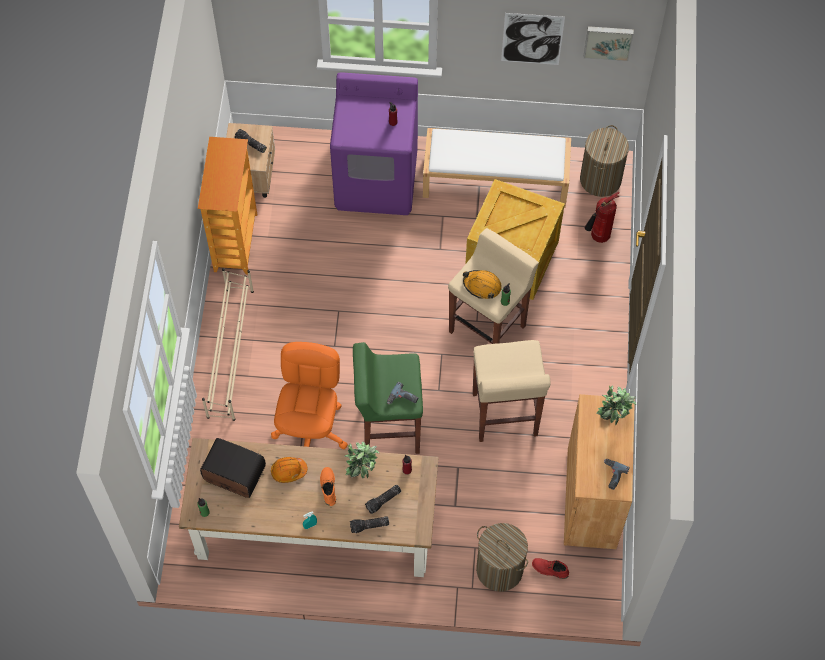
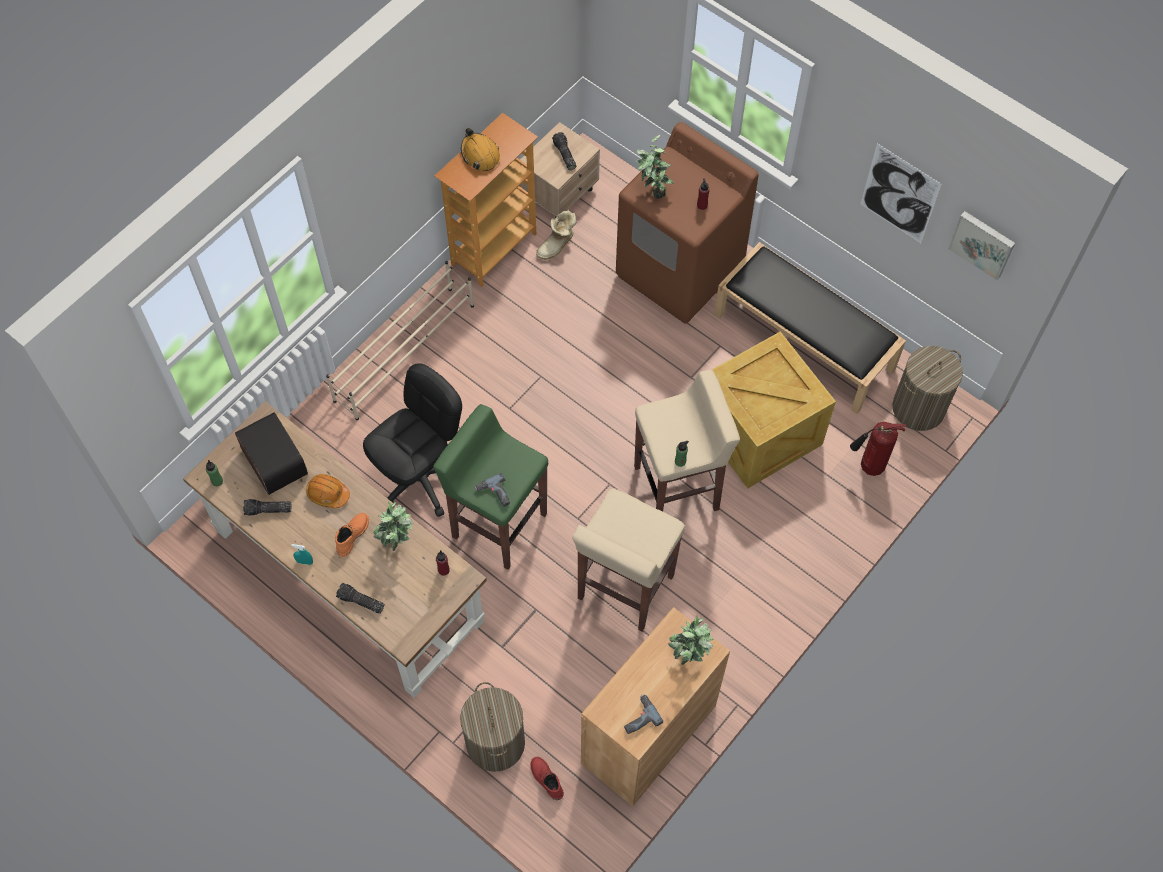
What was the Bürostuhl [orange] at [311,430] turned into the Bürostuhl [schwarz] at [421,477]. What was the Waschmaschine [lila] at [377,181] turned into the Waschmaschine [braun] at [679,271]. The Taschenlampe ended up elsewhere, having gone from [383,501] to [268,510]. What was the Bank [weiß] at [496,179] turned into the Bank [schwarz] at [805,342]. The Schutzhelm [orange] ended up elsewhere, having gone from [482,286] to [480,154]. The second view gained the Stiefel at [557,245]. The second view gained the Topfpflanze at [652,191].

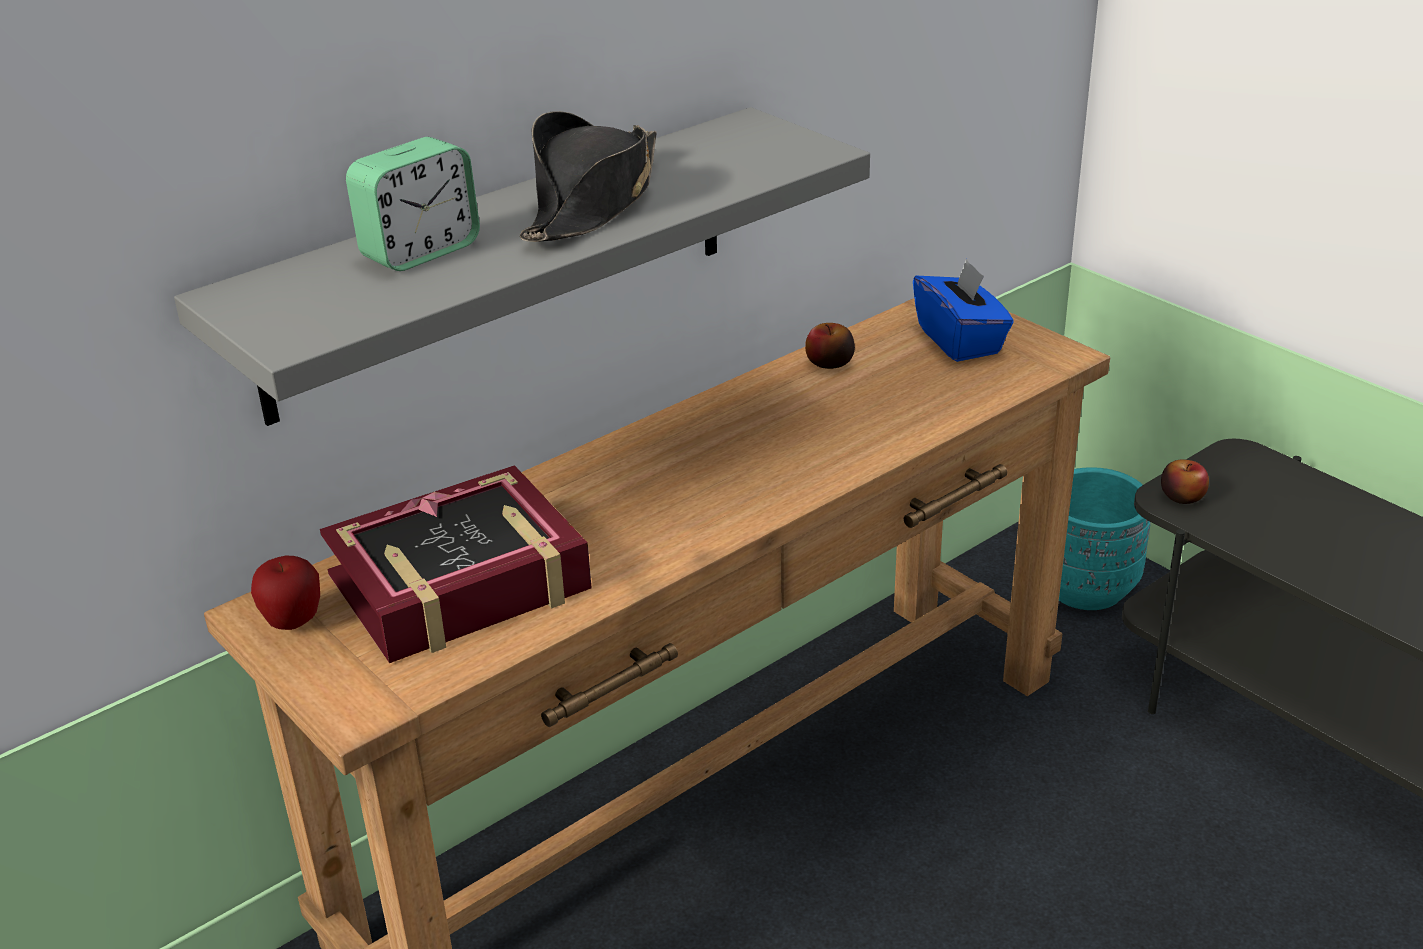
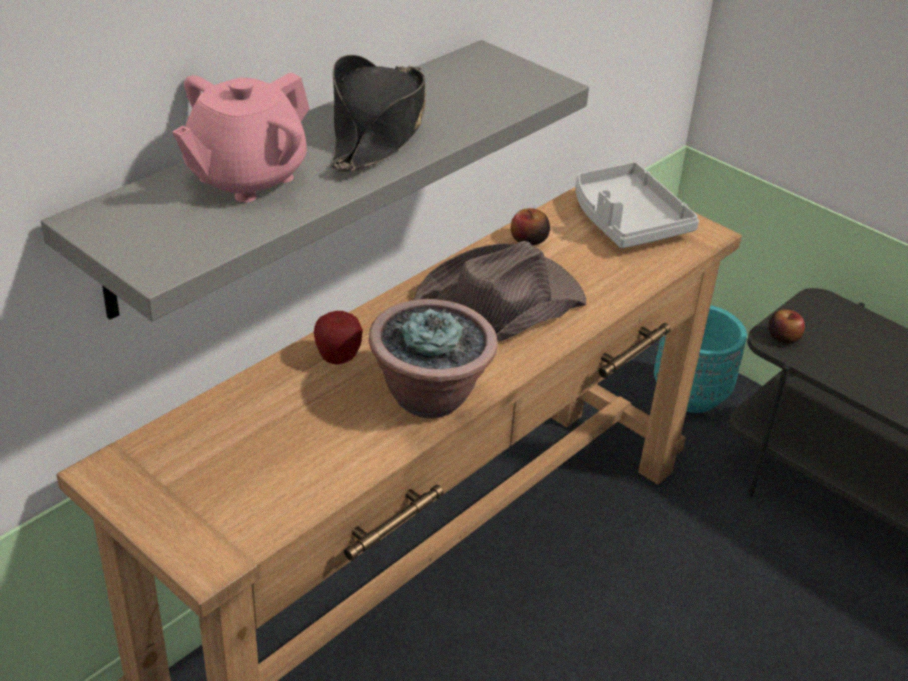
The Apfel ended up elsewhere, having gone from [293,622] to [338,359]. The second view lost the Buch at [460,584]. Where the Wecker stood at [420,252], the Teekanne [rosa] came to stand at [245,178]. Where the Taschentuchbox [blau] stood at [960,340], the Tablett [grau] came to stand at [626,220]. The second view gained the Topfpflanze at [430,396]. The second view gained the Hut [braun] at [498,305].

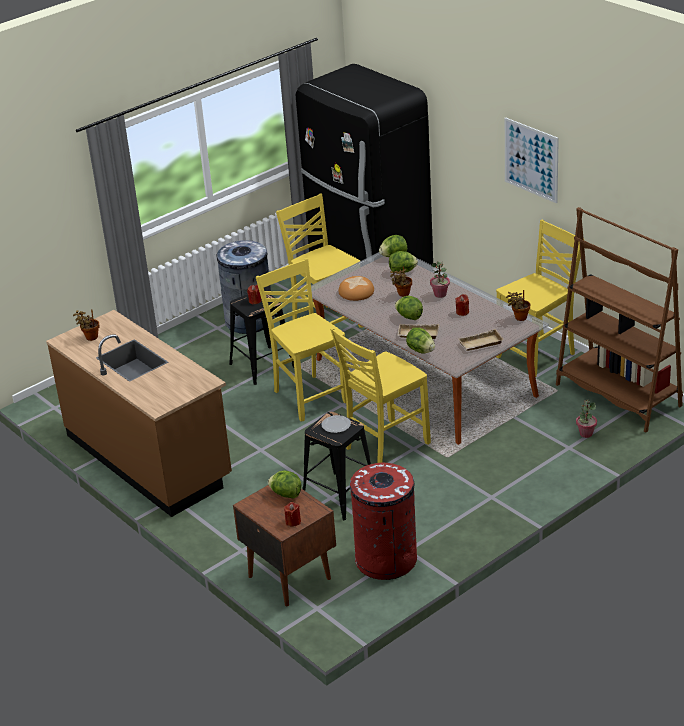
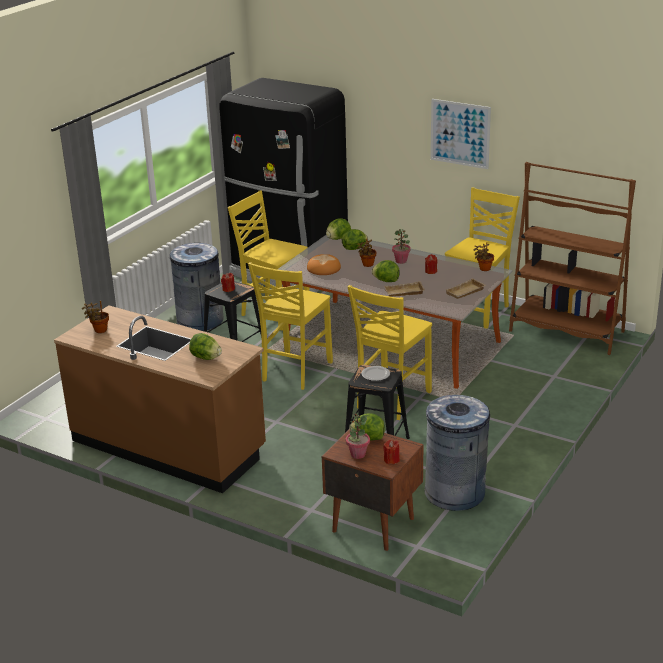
The Stuhl [gelb] at [309,396] ended up facing another way, 105 degrees counterclockwise from before. What was the Mülleimer [rot] at [386,559] turned into the Mülleimer [grau] at [455,492]. The Salatkopf ended up elsewhere, having gone from [421,351] to [205,358]. The Topfpflanze ended up elsewhere, having gone from [586,434] to [357,454].

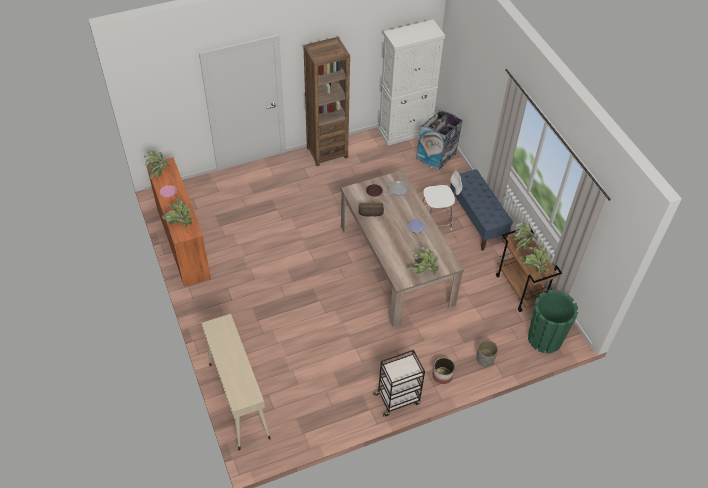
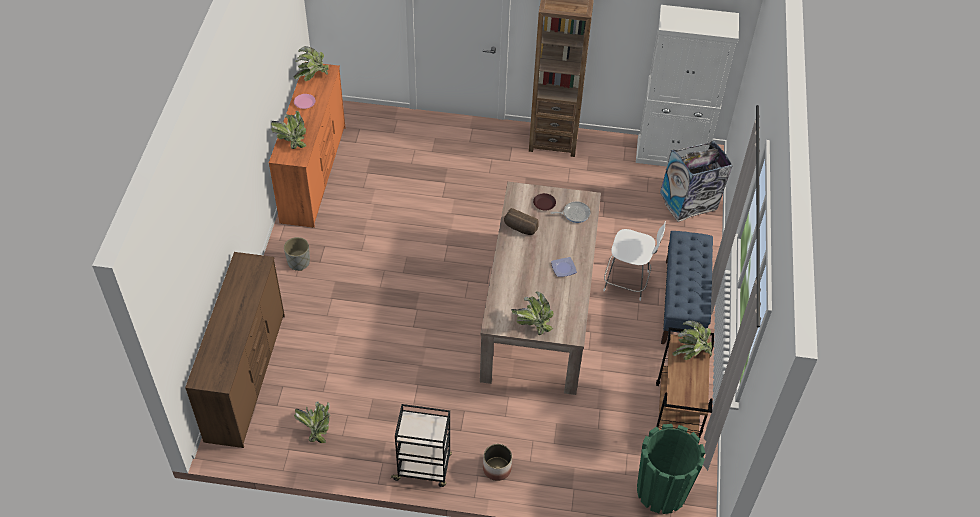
Where the Konsolentisch [beige] stood at [238,400], the Kommode [braun] came to stand at [247,376]. The Pflanzkübel [grau] ended up elsewhere, having gone from [485,359] to [299,262]. The Topfpflanze ended up elsewhere, having gone from [533,266] to [317,428].

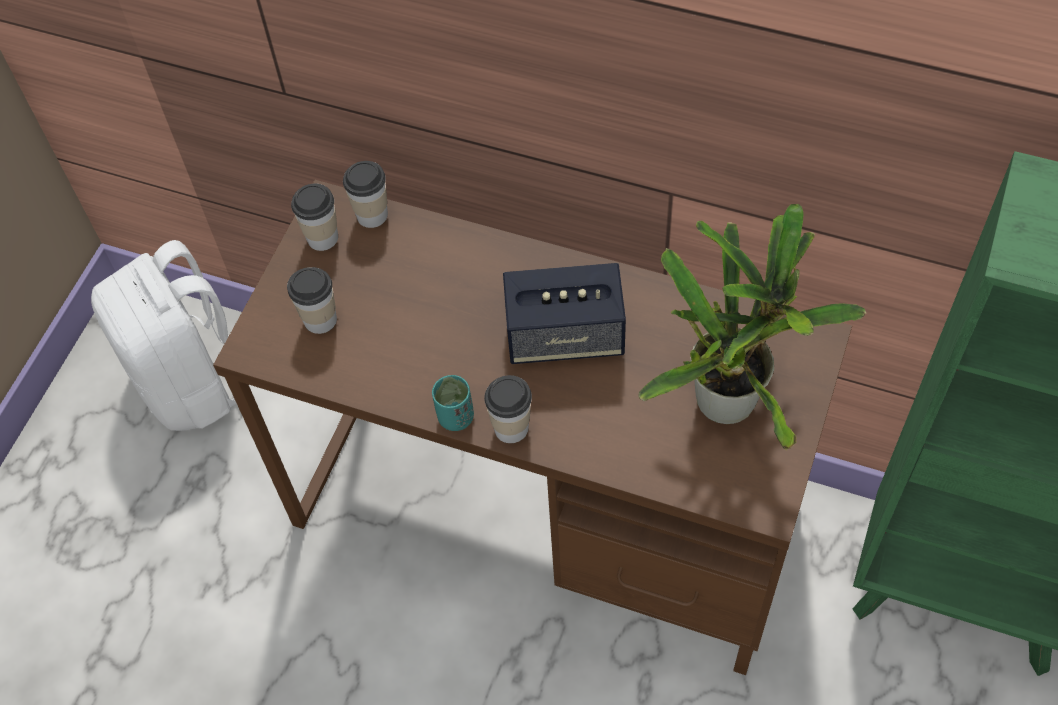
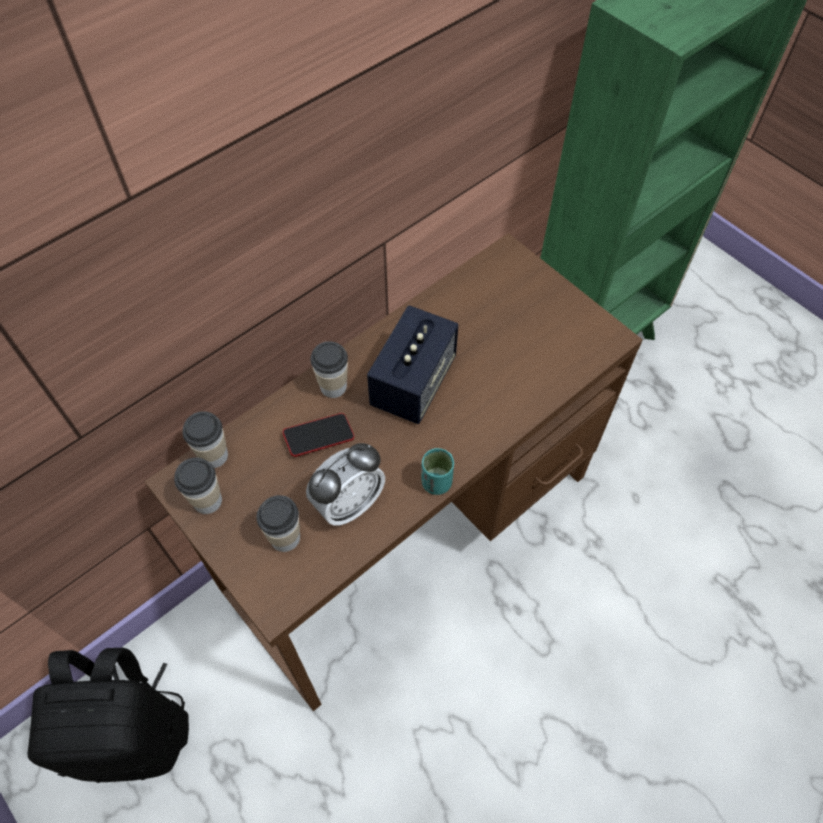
What was the Rucksack [weiß] at [194,380] turned into the Rucksack [schwarz] at [134,732]. The Tasse ended up elsewhere, having gone from [511,427] to [333,386]. The second view lost the Topfpflanze at [731,396]. The second view gained the Handy at [319,437]. The second view gained the Wecker at [348,504].

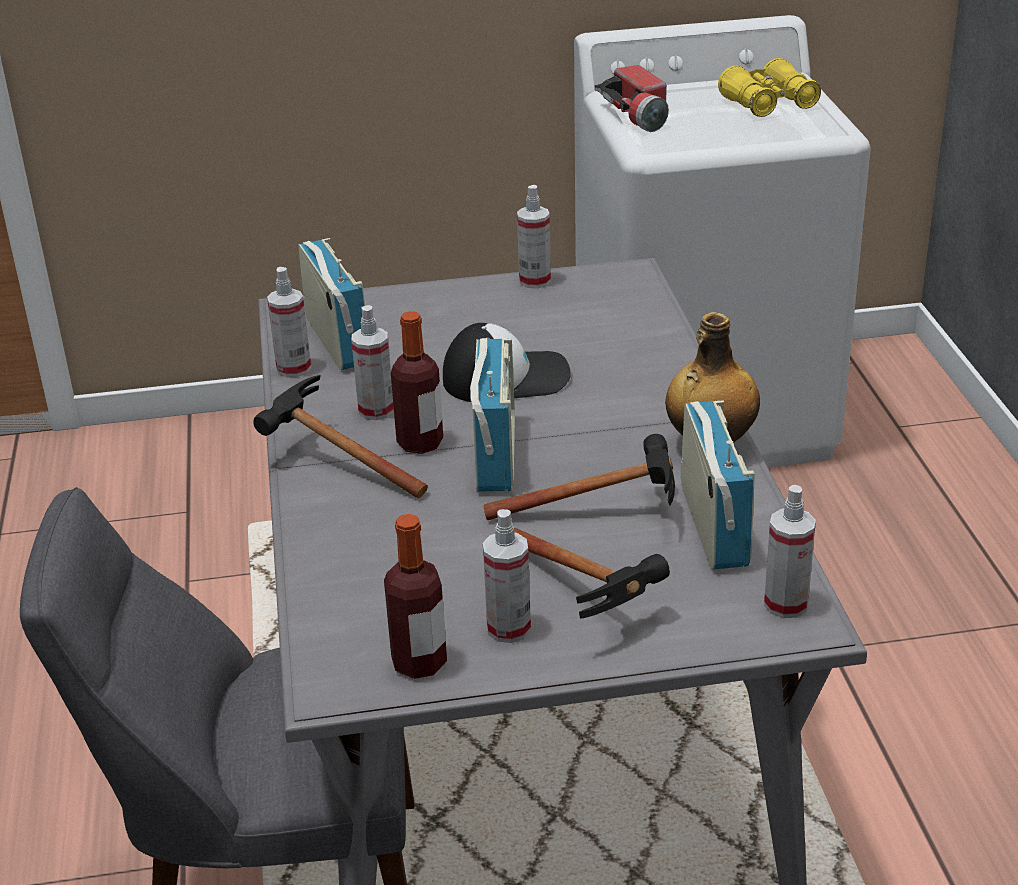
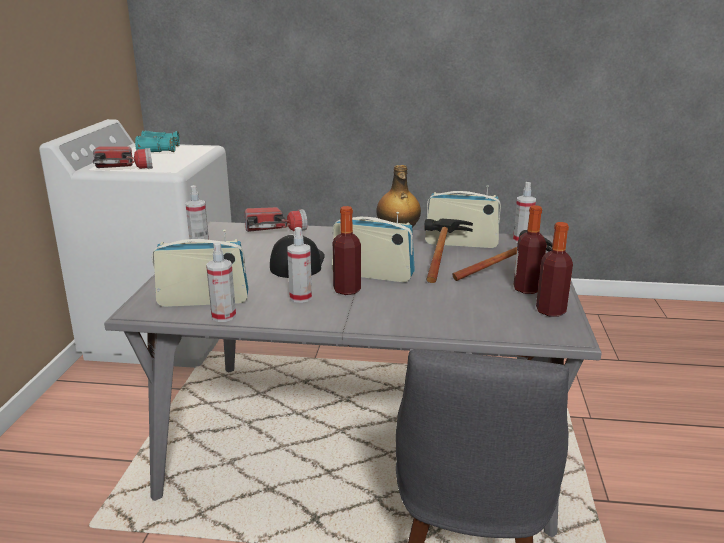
The second view lost the Hammer at [331,463]. Where the Sprühflasche stood at [508,628], the Flasche came to stand at [526,289]. What was the Fernglas [gelb] at [768,104] turned into the Fernglas [türkis] at [159,150]. The second view gained the Taschenlampe at [276,230].

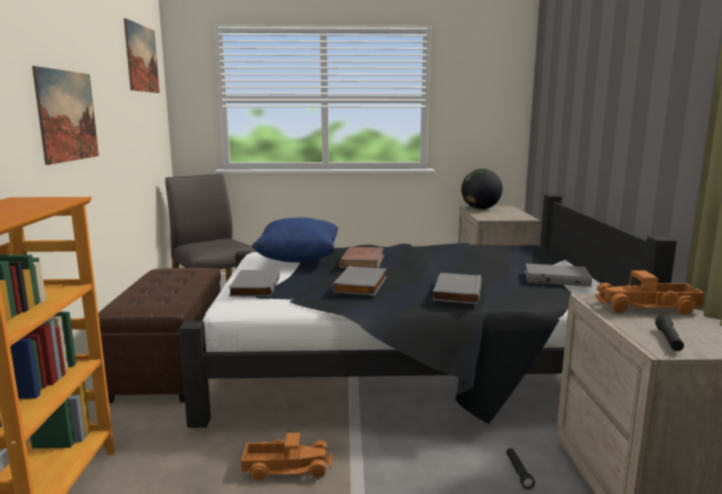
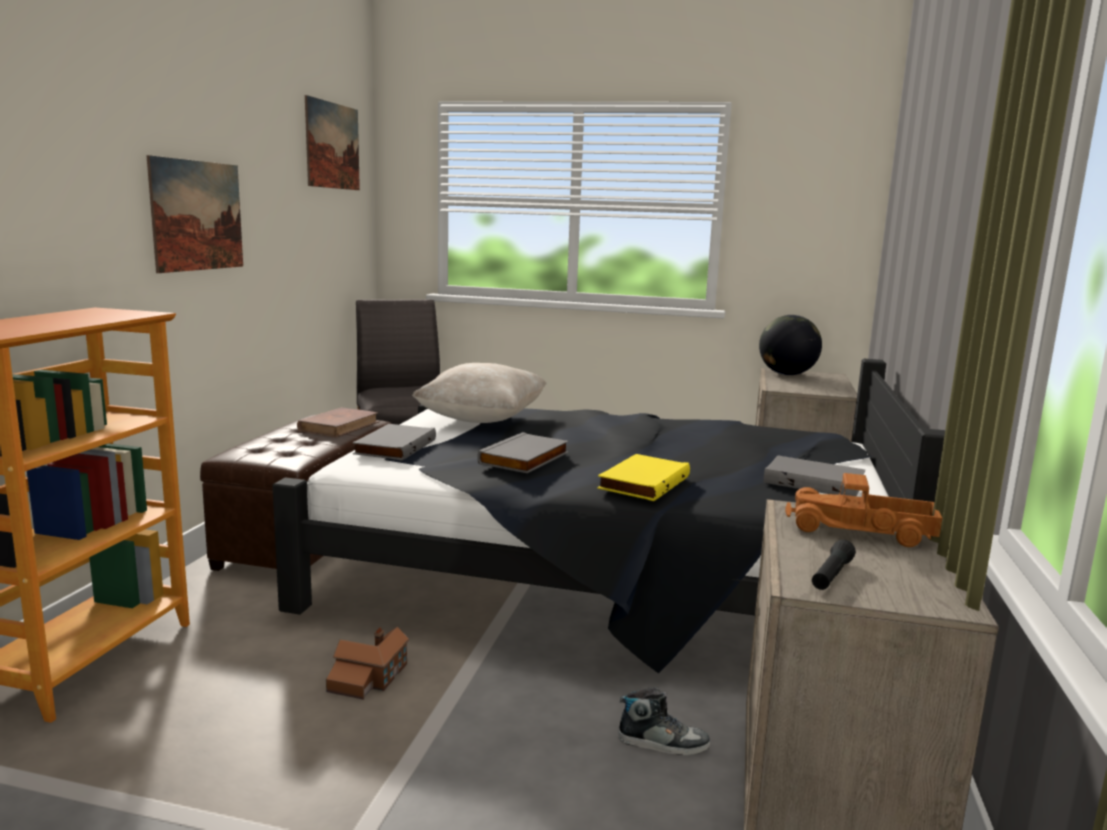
Where the Spielzeuglaster stood at [287,467], the Spielzeughaus came to stand at [368,678]. What was the Kissen [blau] at [298,260] turned into the Kissen [beige] at [482,420]. The Buch [braun] ended up elsewhere, having gone from [362,261] to [339,426]. What was the Buch [grau] at [456,292] turned into the Buch [gelb] at [642,482]. Where the Taschenlampe [schwarz] stood at [518,472], the Schuh came to stand at [663,742].

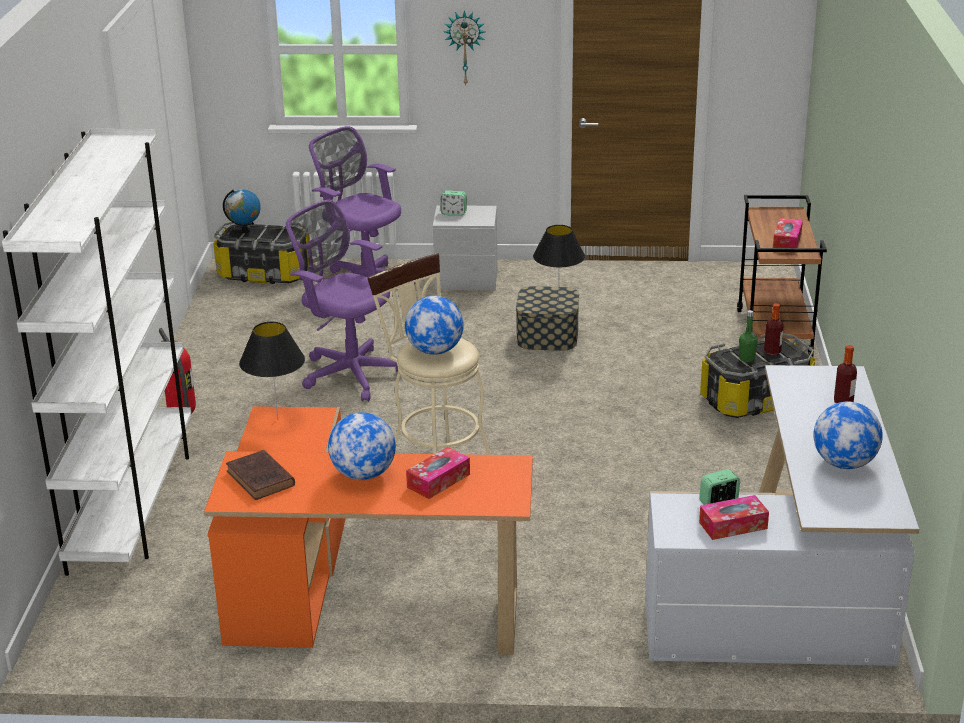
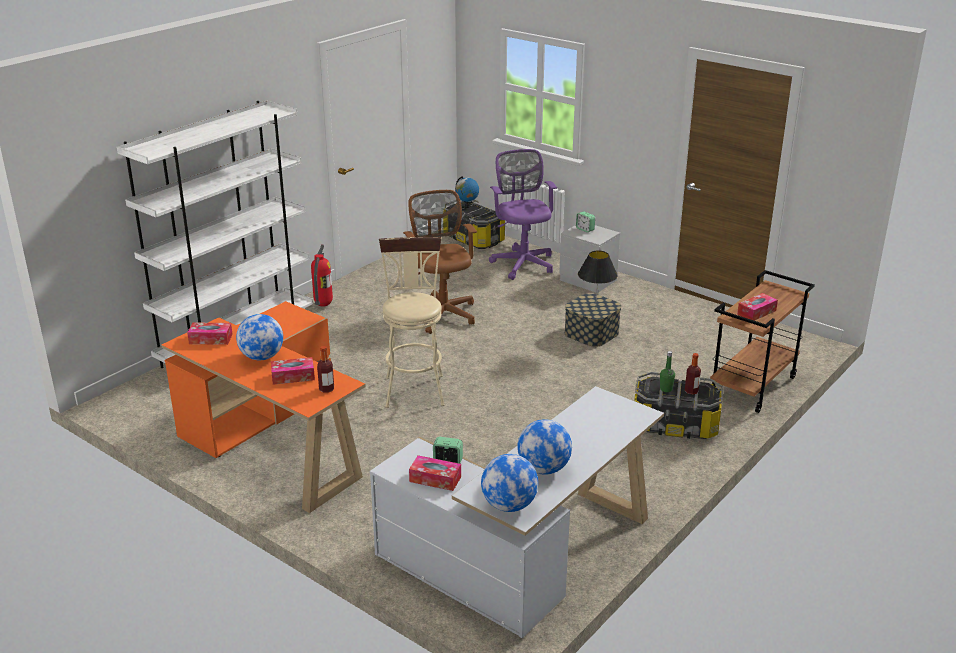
Where the Buch [braun] stood at [261,479], the Taschentuchbox came to stand at [210,339]. The second view lost the Tischlampe [schwarz] at [277,419]. What was the Bürostuhl [lila] at [349,372] turned into the Bürostuhl [braun] at [442,313]. The Globus ended up elsewhere, having gone from [435,351] to [509,505]. The second view lost the Wanduhr at [465,47]. The Flasche ended up elsewhere, having gone from [843,402] to [326,389].

